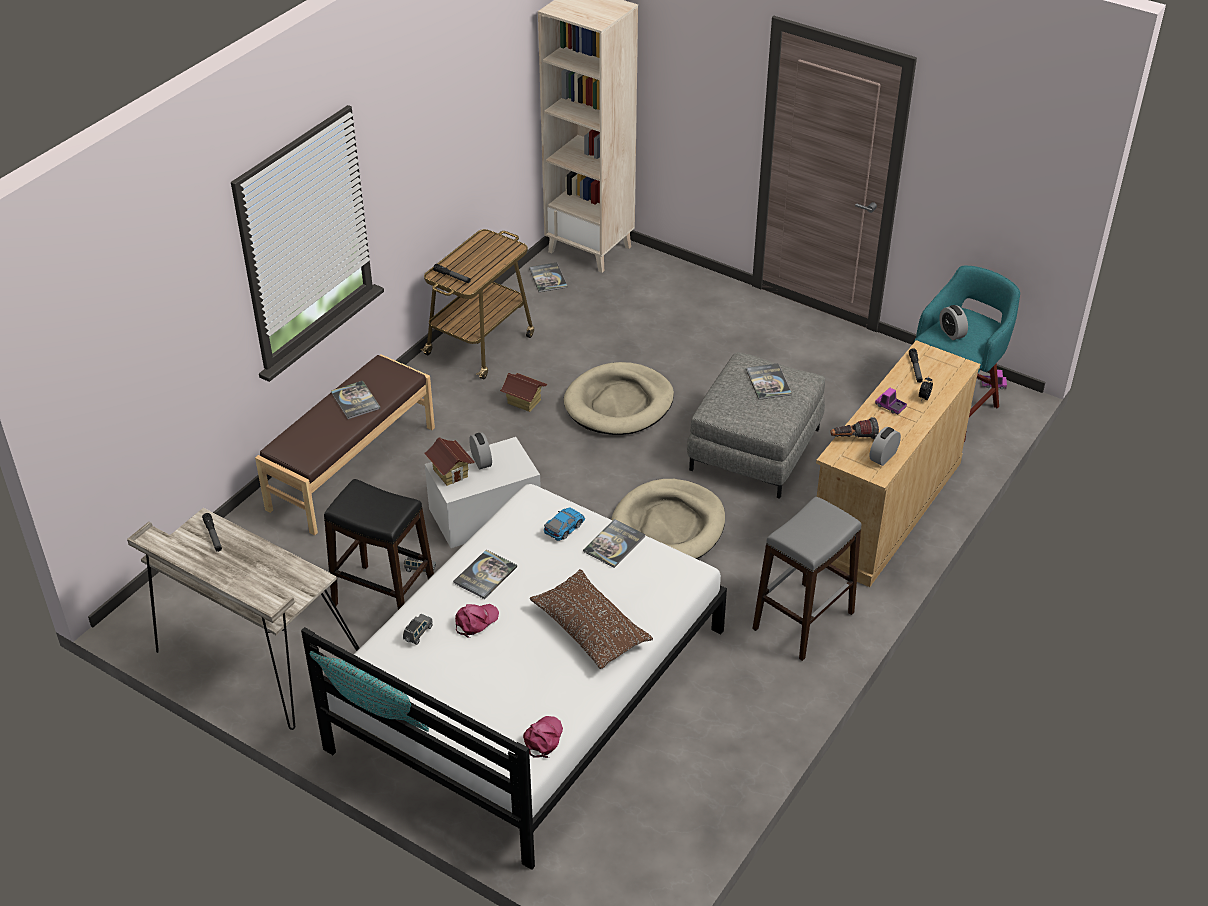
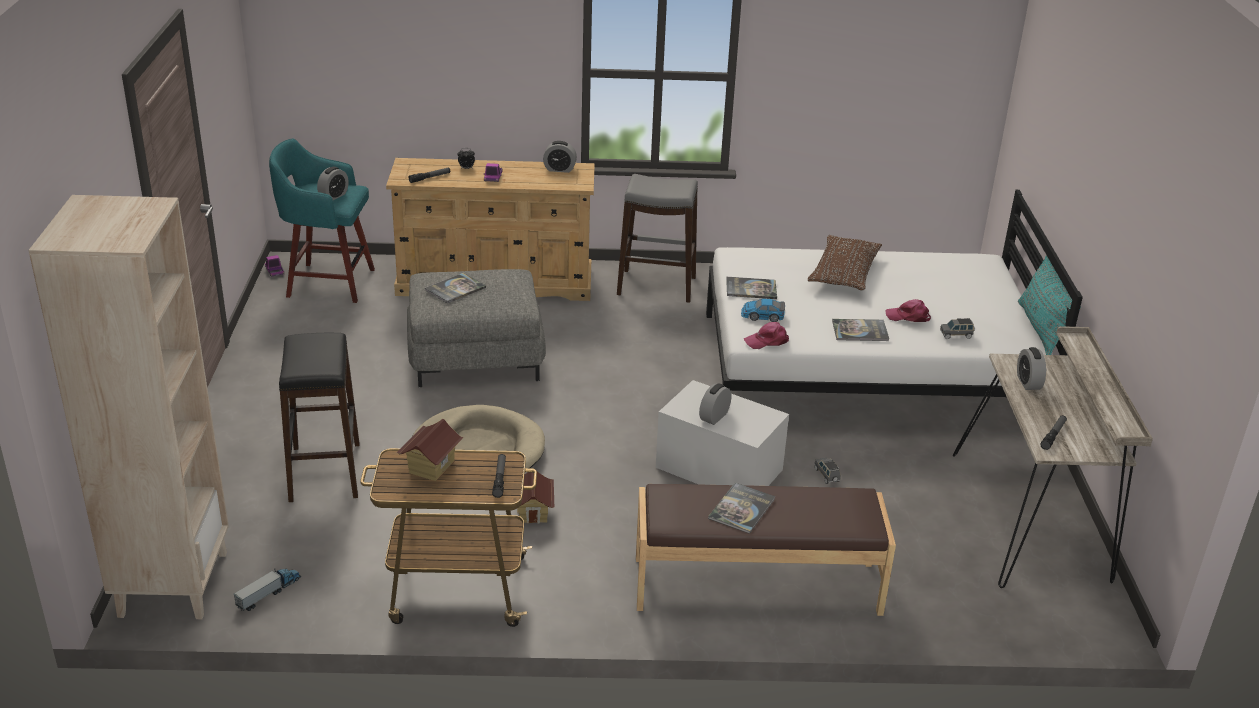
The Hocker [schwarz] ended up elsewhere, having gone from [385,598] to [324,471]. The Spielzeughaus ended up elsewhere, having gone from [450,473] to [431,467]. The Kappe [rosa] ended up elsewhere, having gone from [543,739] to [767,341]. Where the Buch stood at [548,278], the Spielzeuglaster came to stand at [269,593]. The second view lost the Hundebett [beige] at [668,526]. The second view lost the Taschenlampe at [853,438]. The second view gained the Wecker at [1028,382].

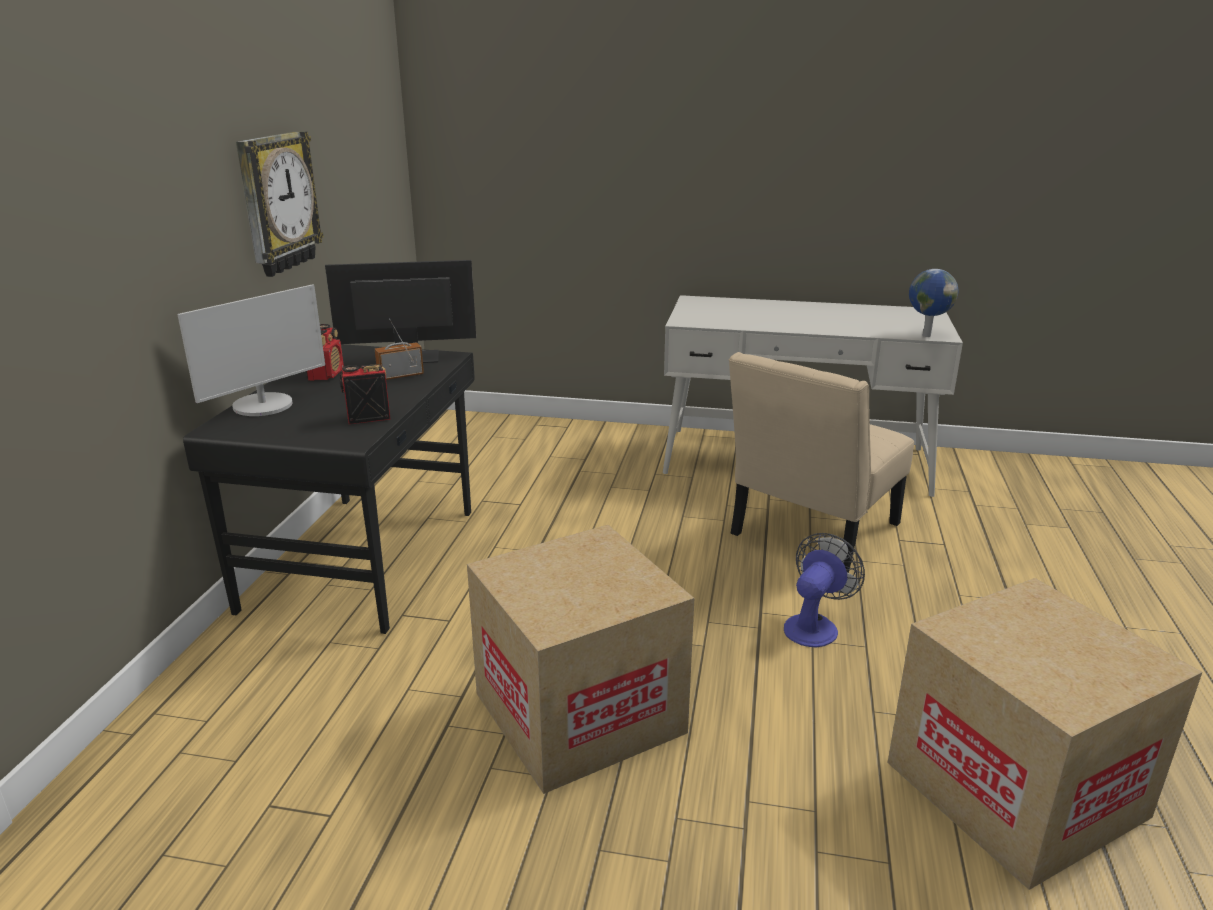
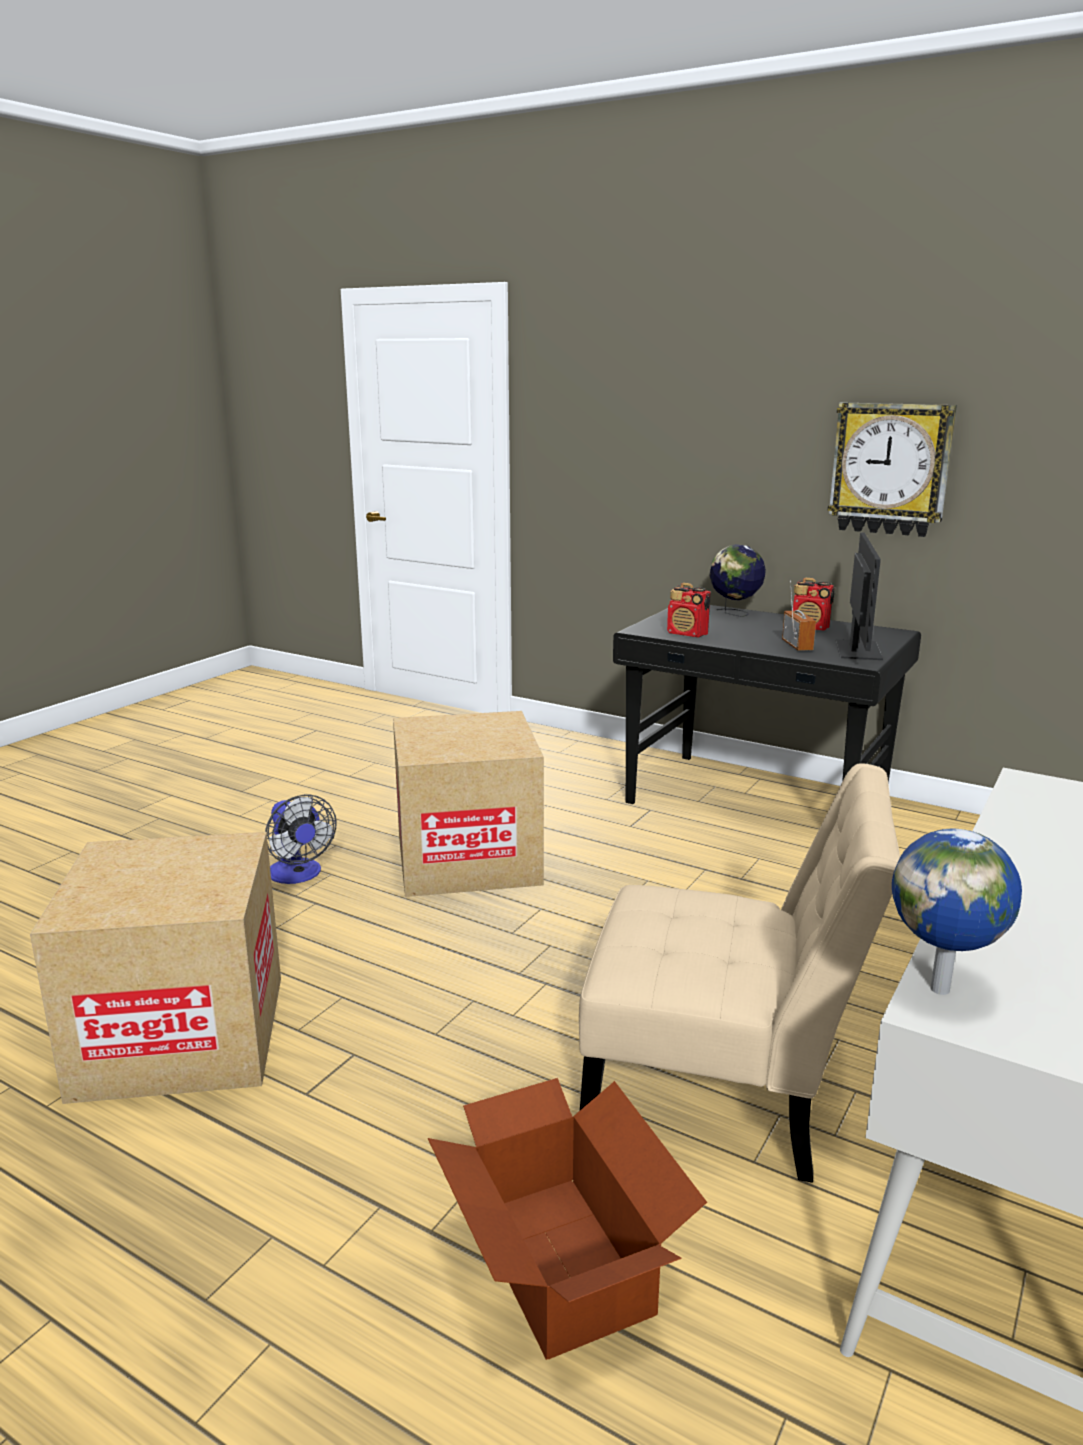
Where the Monitor stood at [264,405], the Globus came to stand at [734,614]. The Radio at [367,417] ended up facing another way, 120 degrees clockwise from before. The Stuhl [beige] at [810,533] ended up facing another way, 135 degrees clockwise from before. The Ventilator ended up elsewhere, having gone from [814,625] to [298,875]. The second view gained the Karton at [559,1264].

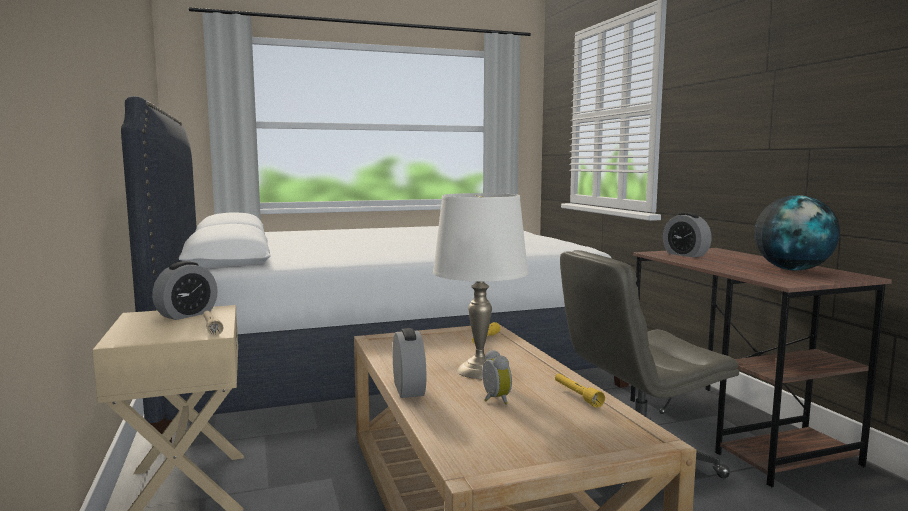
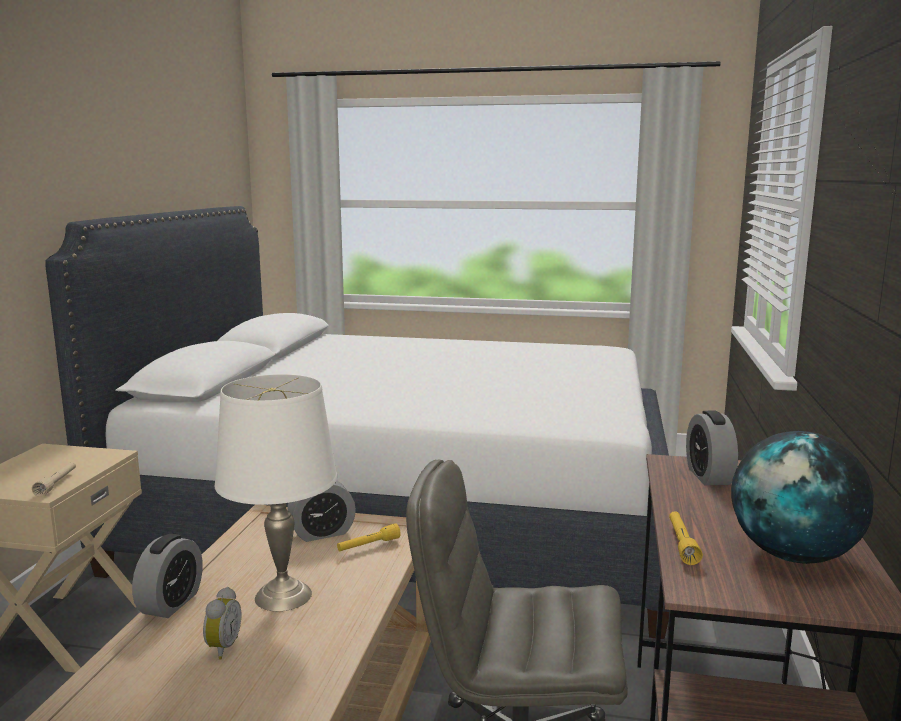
The Wecker ended up elsewhere, having gone from [187,314] to [322,533]. The Taschenlampe [gelb] ended up elsewhere, having gone from [577,395] to [681,544].

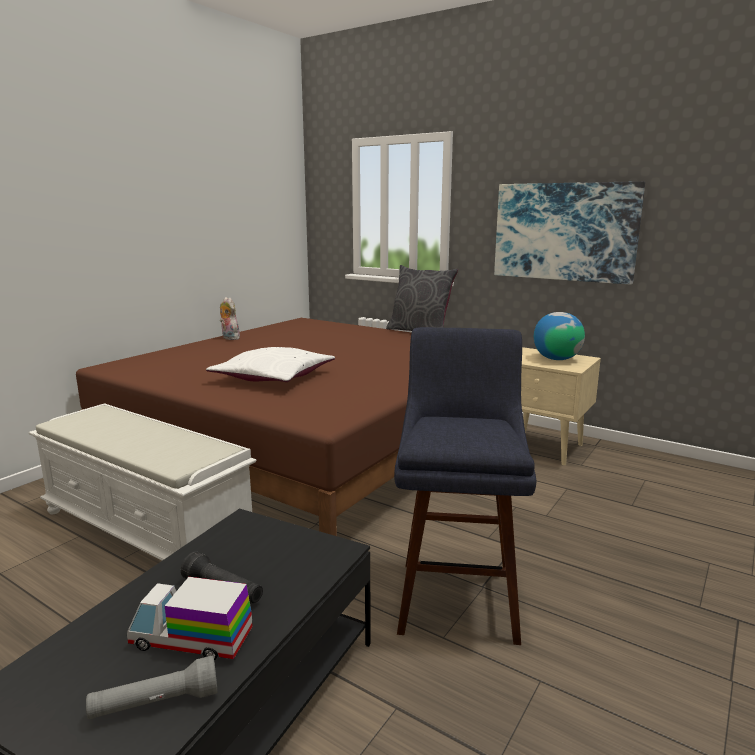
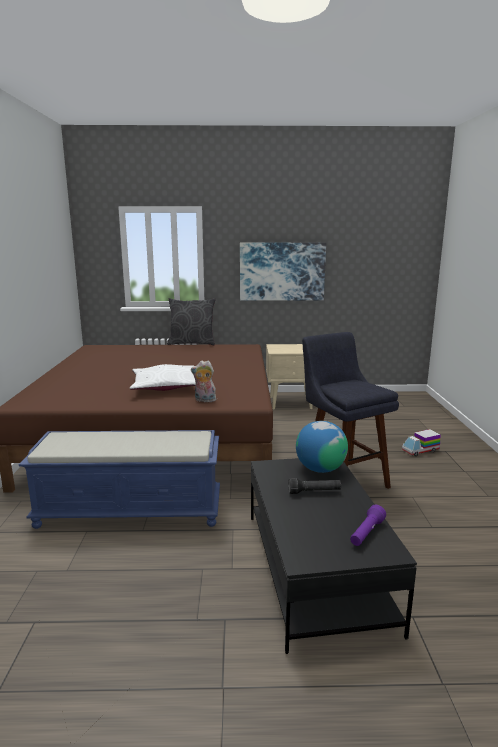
What was the Bank [weiß] at [149,529] turned into the Bank [blau] at [131,510]. What was the Taschenlampe [grau] at [155,704] turned into the Taschenlampe [lila] at [366,533]. The Spielzeuglaster ended up elsewhere, having gone from [191,639] to [420,450]. The Plüschtier ended up elsewhere, having gone from [229,338] to [204,400]. The Globus ended up elsewhere, having gone from [556,359] to [320,469].

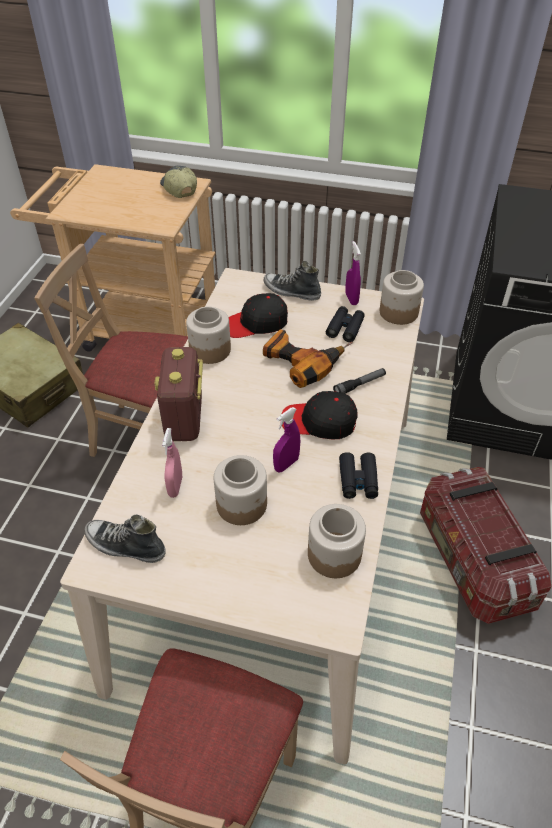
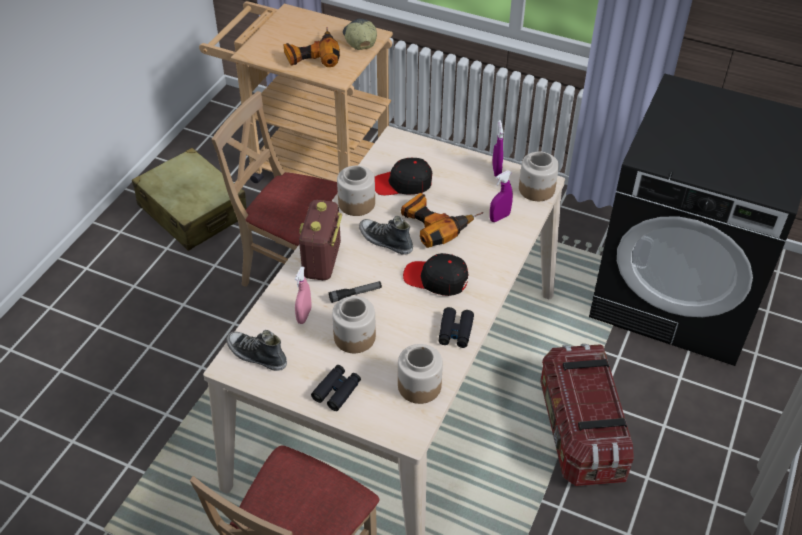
The Schuh ended up elsewhere, having gone from [291,291] to [385,241]. The Sprühflasche [lila] ended up elsewhere, having gone from [286,464] to [499,217]. The Fernglas [schwarz] ended up elsewhere, having gone from [345,328] to [337,391]. The Taschenlampe ended up elsewhere, having gone from [359,385] to [355,294]. The second view gained the Bohrmaschine at [311,55].

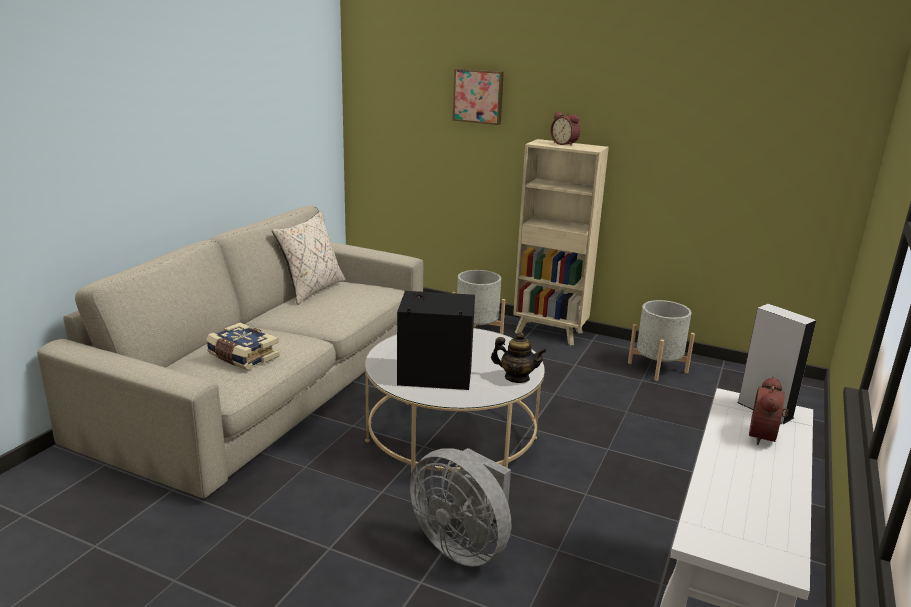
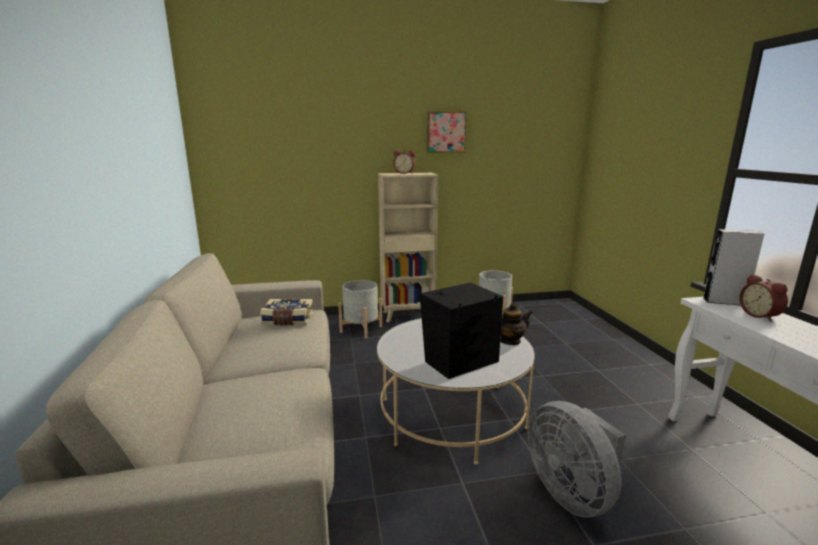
The Buch ended up elsewhere, having gone from [242,357] to [287,320]. The second view lost the Kissen [beige] at [311,290]. The Ventilator [grau] at [463,545] ended up facing another way, 60 degrees clockwise from before. The Bild ended up elsewhere, having gone from [478,96] to [446,132].

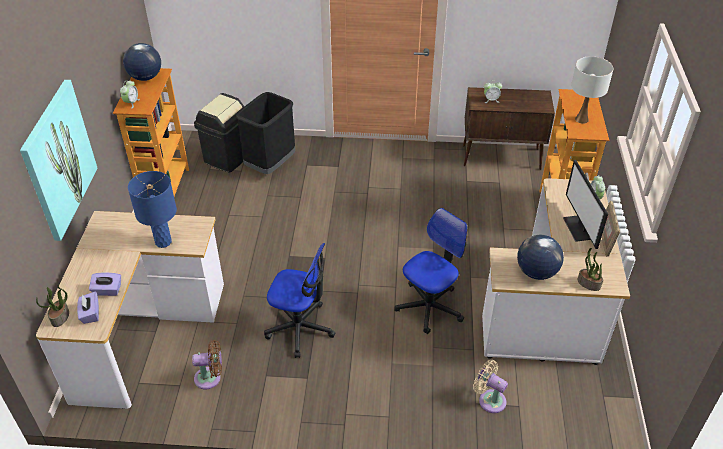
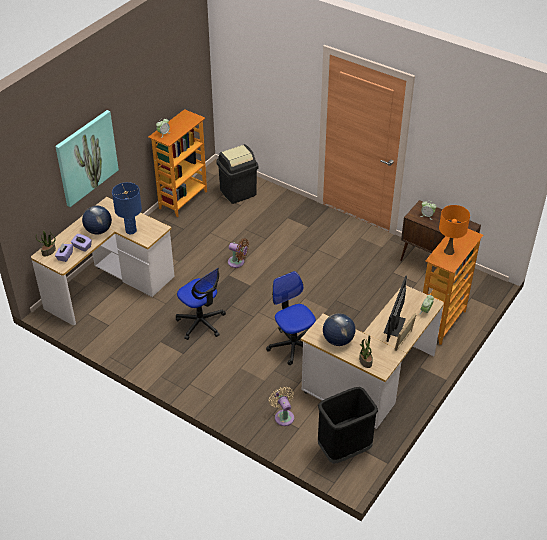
The Globus ended up elsewhere, having gone from [145,77] to [98,230]. The Ventilator [braun] ended up elsewhere, having gone from [210,378] to [238,262]. The Mülleimer [schwarz] ended up elsewhere, having gone from [270,165] to [344,450]. The Bürostuhl at [429,307] ended up facing another way, 105 degrees counterclockwise from before. What was the Tischlampe [weiß] at [581,119] turned into the Tischlampe [orange] at [449,251].

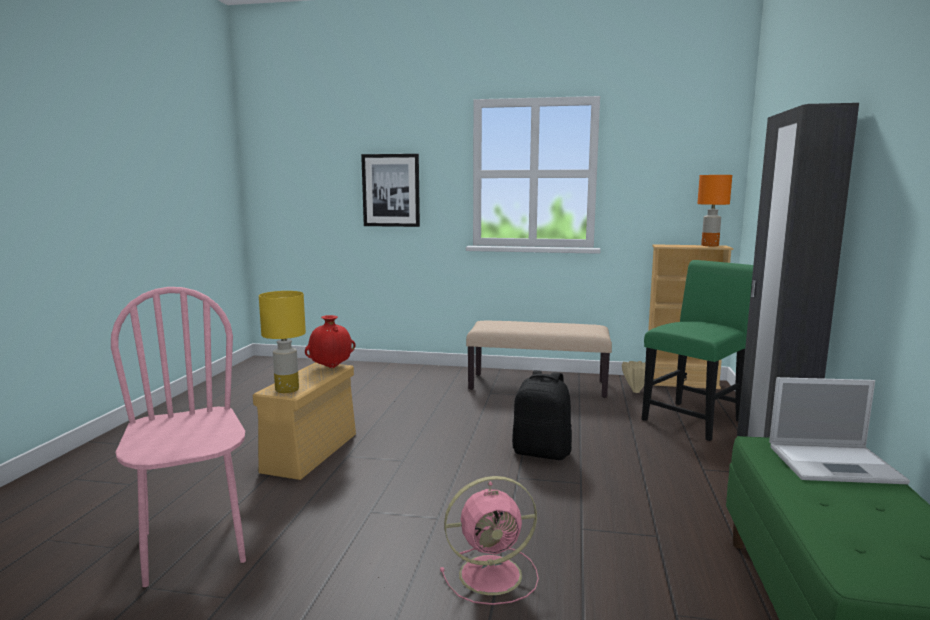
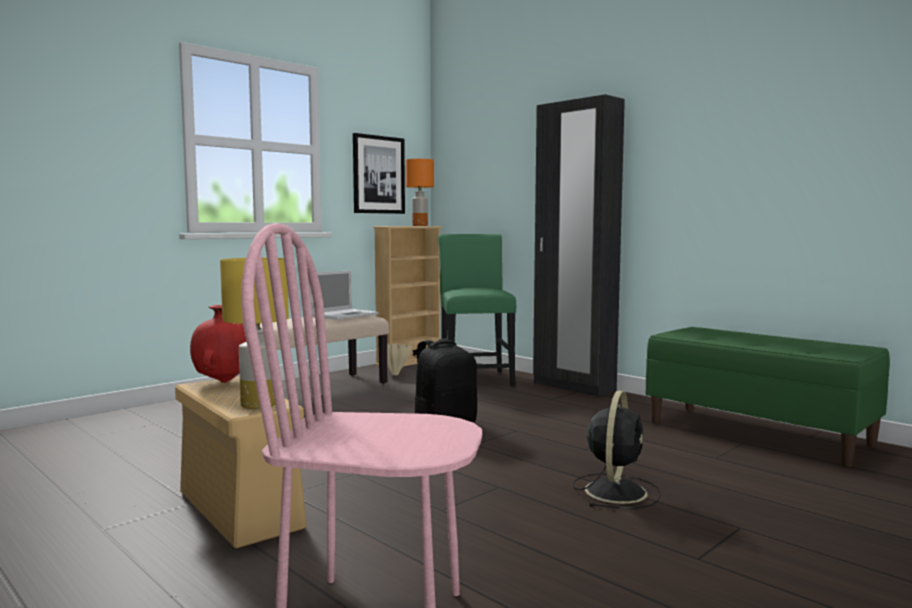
The Bild ended up elsewhere, having gone from [391,190] to [378,175]. What was the Ventilator [rosa] at [493,574] turned into the Ventilator [schwarz] at [616,490]. The Laptop ended up elsewhere, having gone from [836,464] to [345,315].

